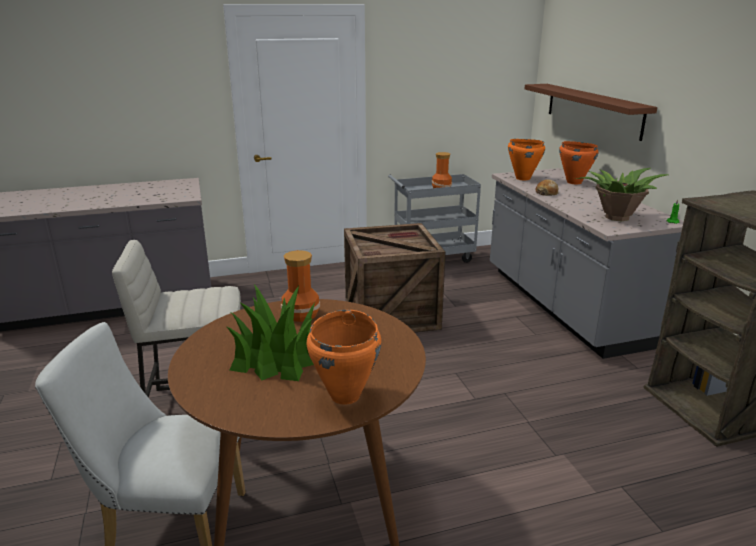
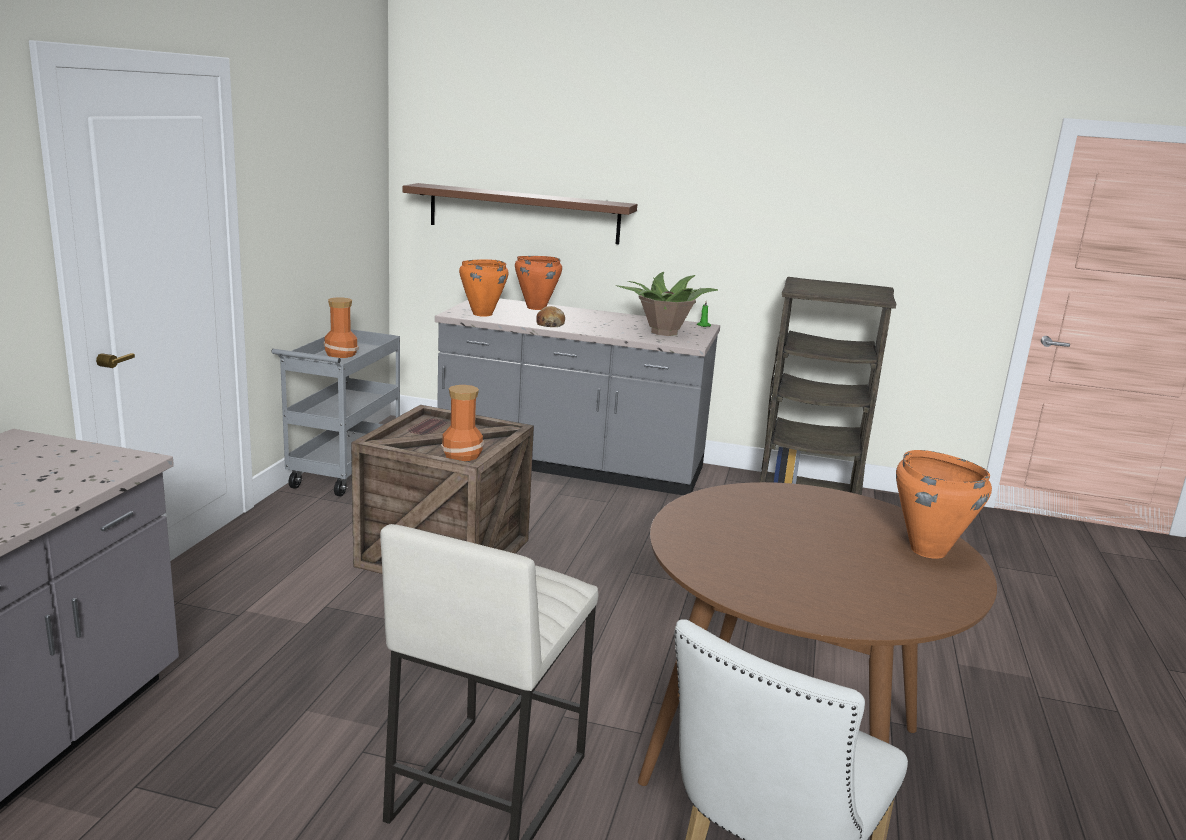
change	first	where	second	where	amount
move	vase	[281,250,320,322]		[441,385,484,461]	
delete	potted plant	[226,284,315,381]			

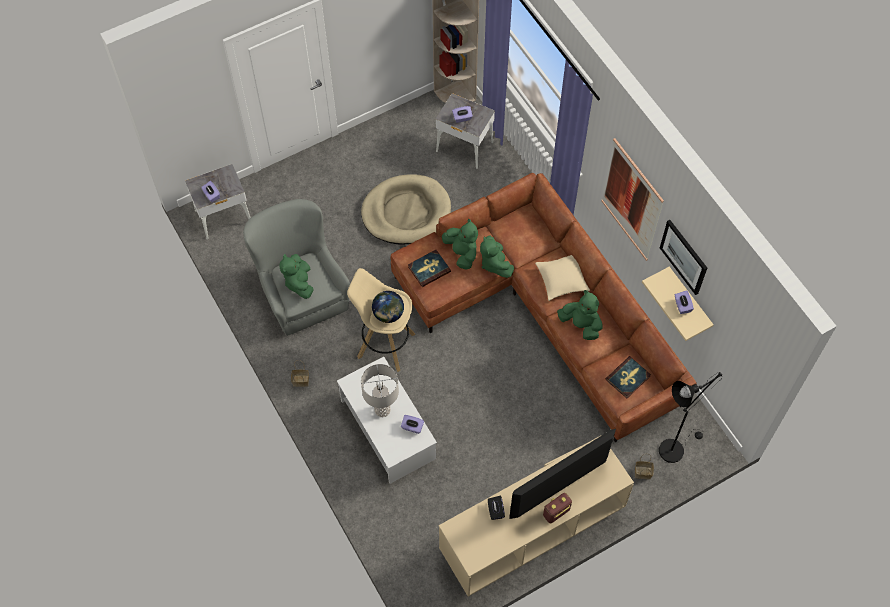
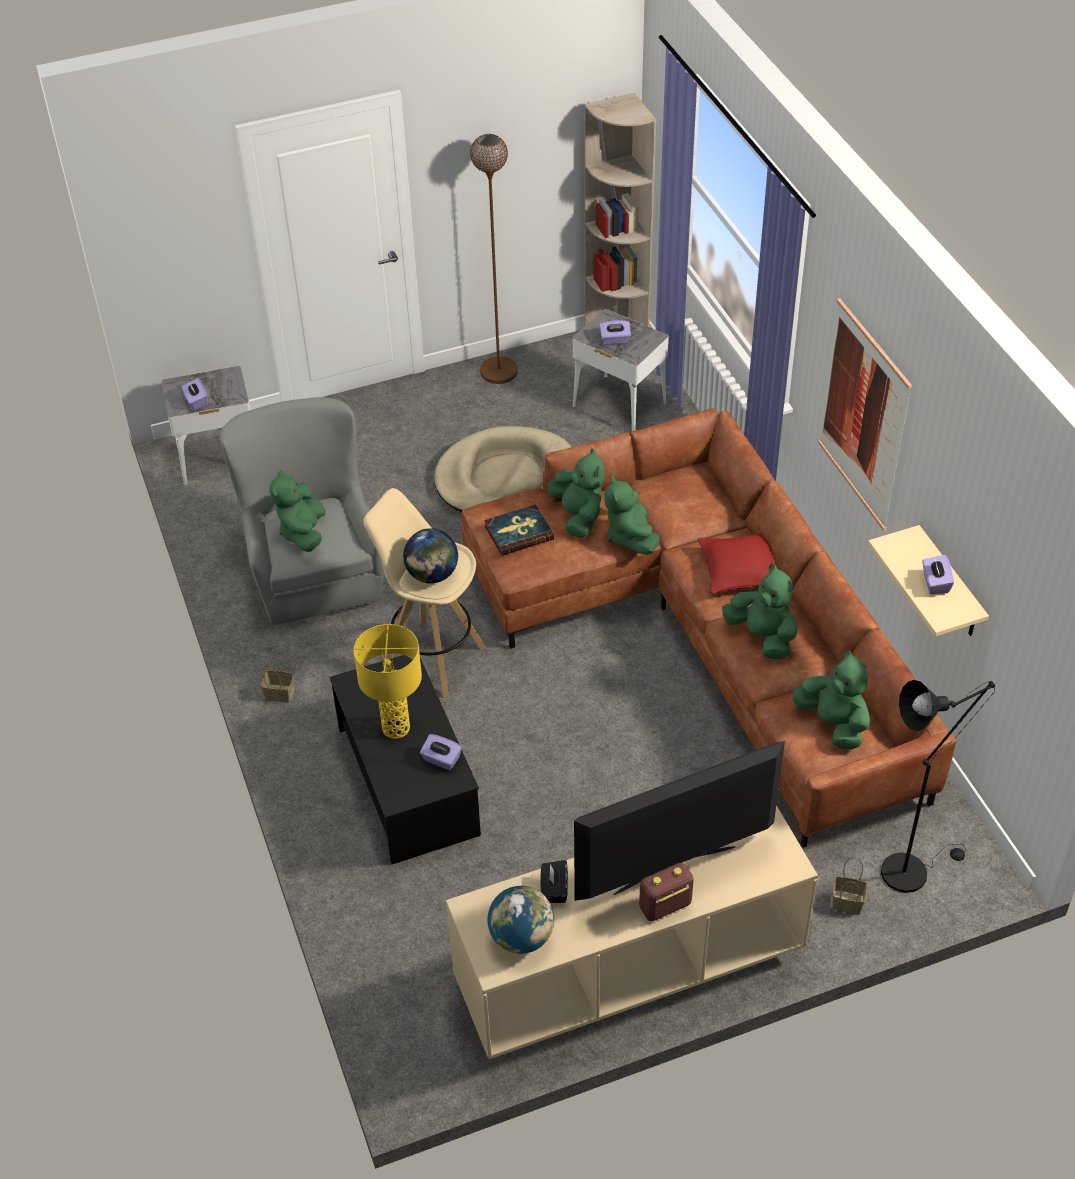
change	first	where	second	where	amount
recolor	white coffee table	[337,357,437,484]	black coffee table	[330,655,481,864]	
recolor	white table lamp	[361,364,399,417]	yellow table lamp	[354,624,422,739]	
insert			brown floor lamp	[470,134,518,384]	
insert			globe	[487,886,554,954]	
recolor	beige pillow	[535,255,590,301]	red pillow	[698,533,777,594]	
replace	book	[605,356,651,398]	green plush toy	[793,650,870,750]	
delete	picture	[660,220,707,295]			

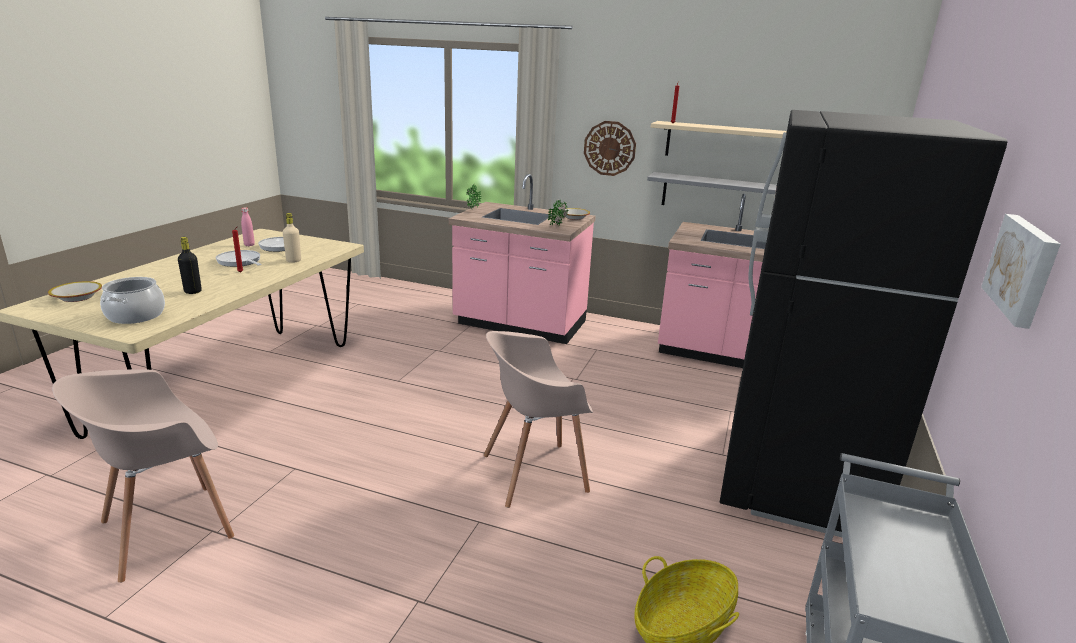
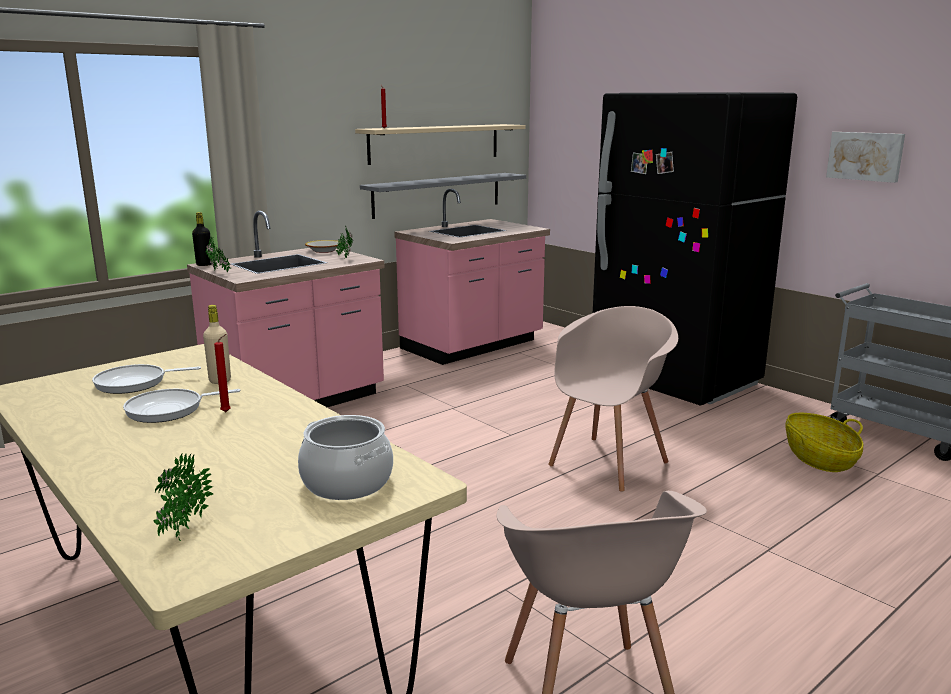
change	first	where	second	where	amount
replace	bowl	[48,281,102,302]	potted plant	[154,453,213,541]	
move	black bottle	[178,237,202,294]		[192,212,212,266]	
rotate	beige chair	[484,331,593,508]		[548,306,678,492]	150 degrees counterclockwise
delete	pink bottle	[241,207,255,246]			
delete	wall clock	[584,121,636,176]			

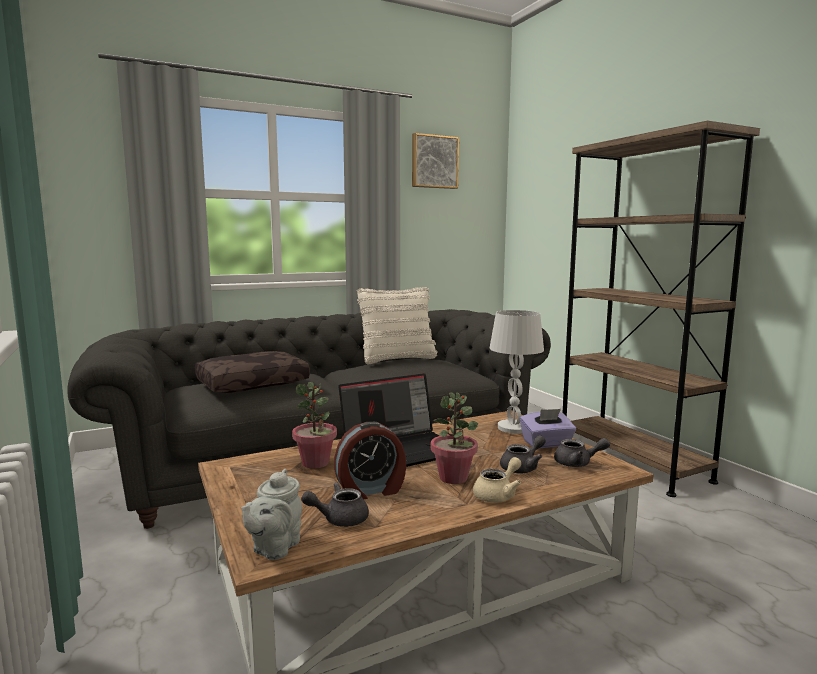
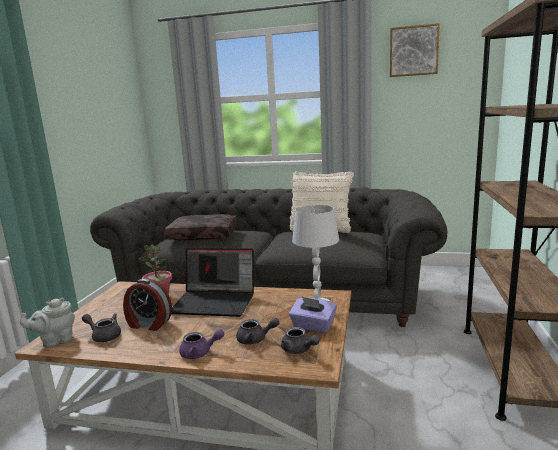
change	first	where	second	where	amount
recolor	beige teapot	[473,457,521,503]	purple teapot	[179,329,224,359]	
delete	potted plant	[431,392,478,484]			

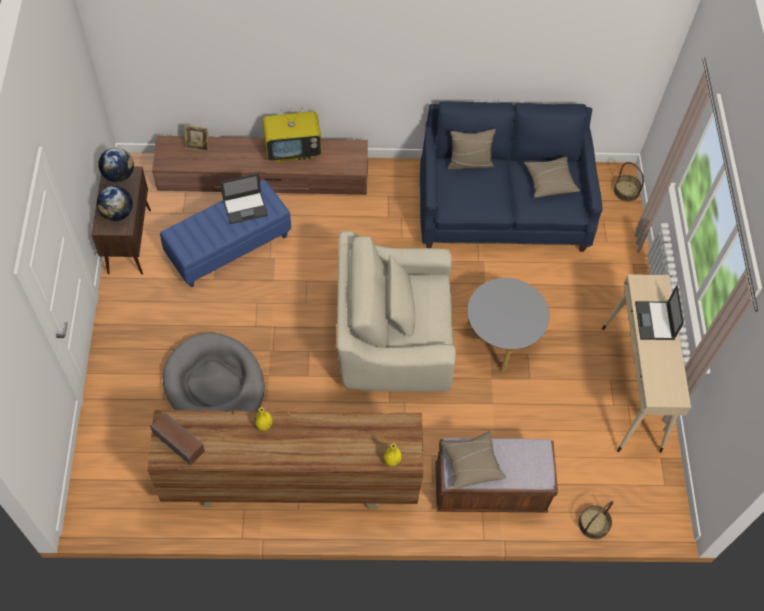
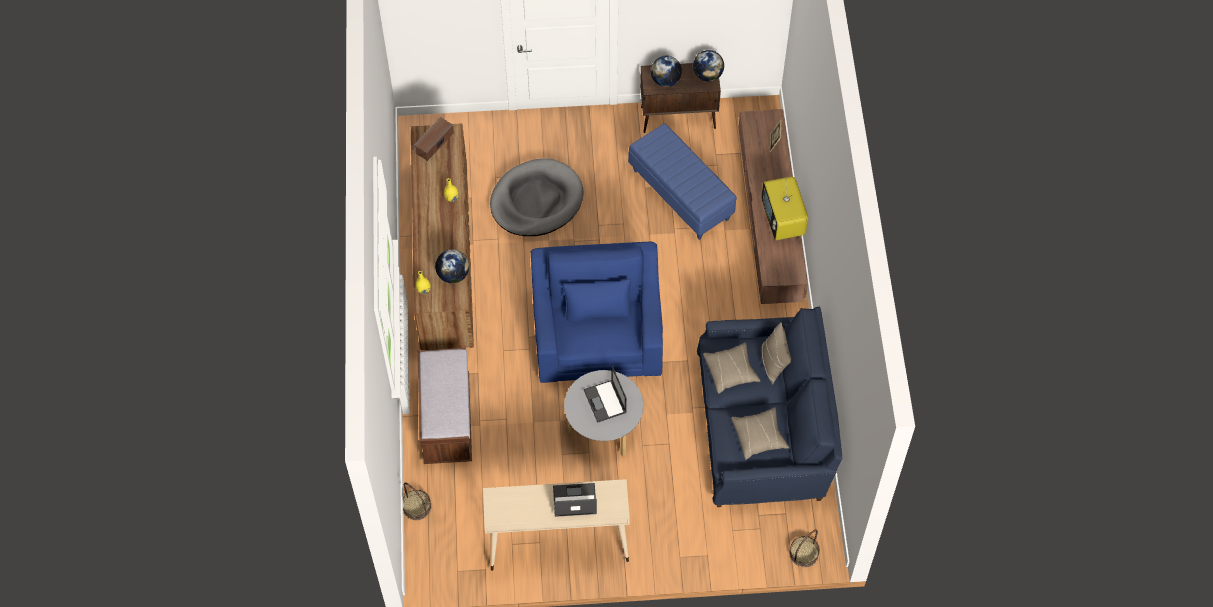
change	first	where	second	where	amount
insert			globe	[435,249,469,283]	
recolor	beige armchair	[337,231,456,392]	blue armchair	[531,242,663,383]	
move	laptop	[220,173,268,224]		[584,366,627,423]	
move	beige pillow	[441,431,506,489]		[703,343,761,394]	

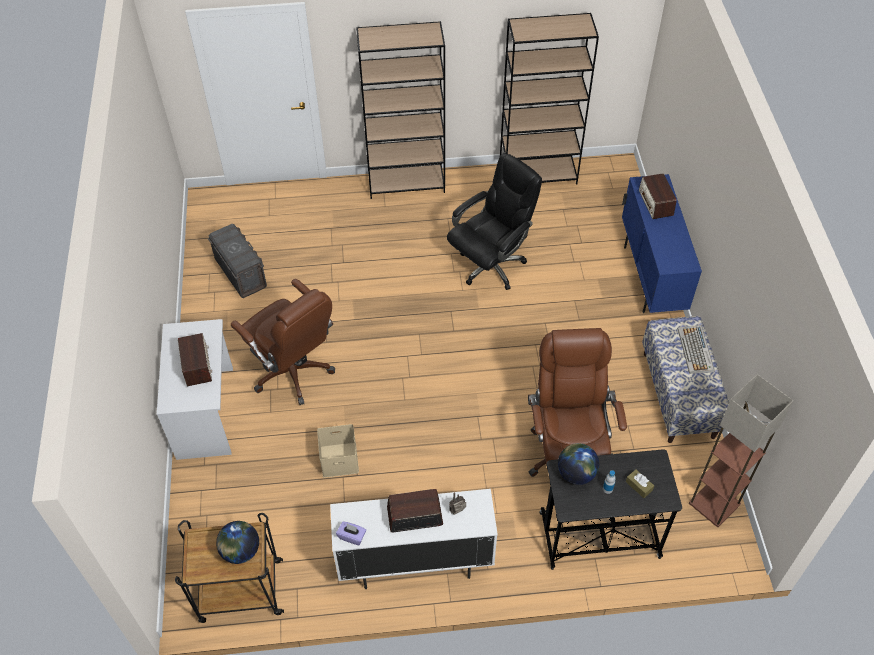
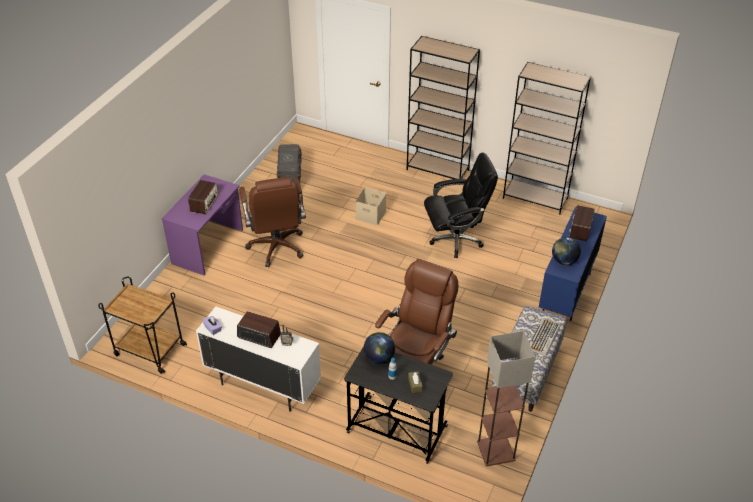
change	first	where	second	where	amount
recolor	white desk	[157,319,233,460]	purple desk	[161,174,243,276]	
move	beige storage box	[317,424,359,478]		[355,187,386,225]	
move	globe	[216,521,259,564]		[552,237,581,265]	

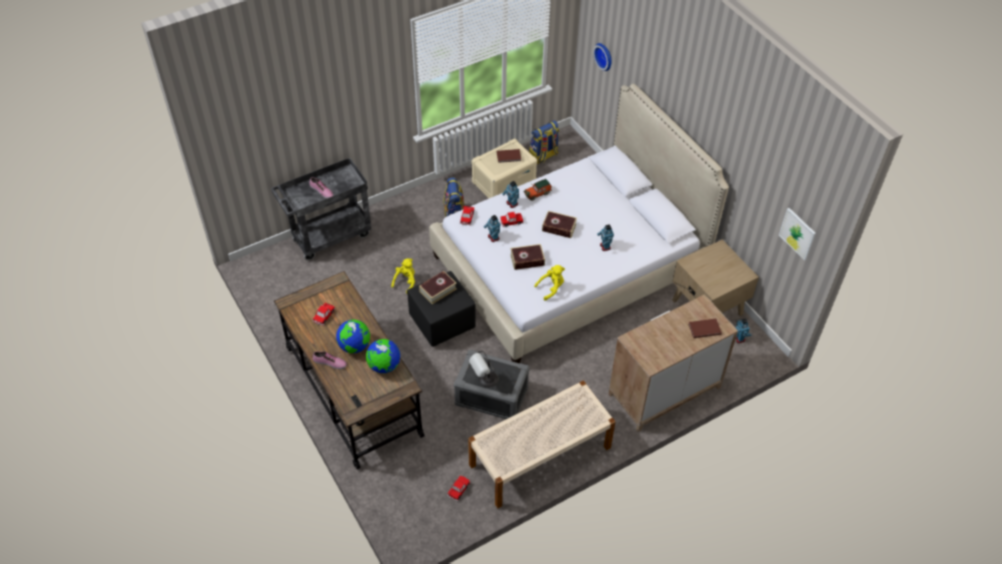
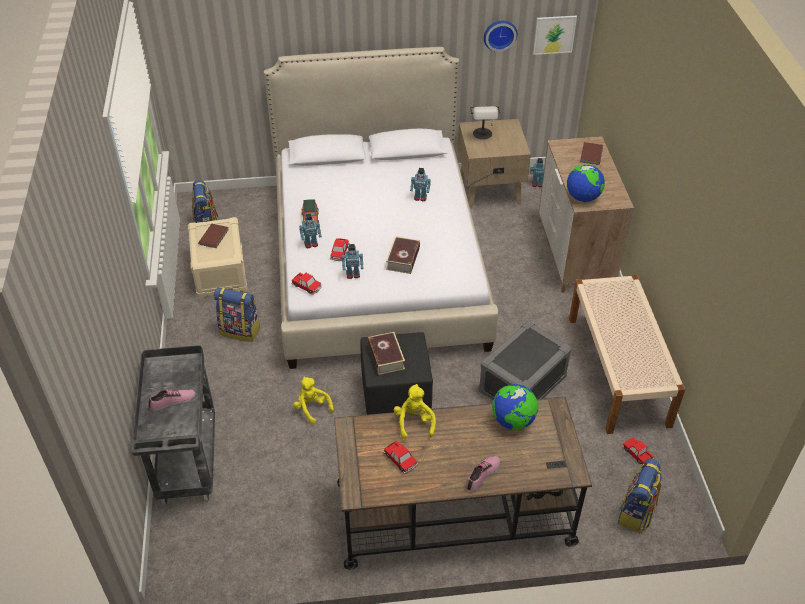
change	first	where	second	where	amount
move	yellow plush toy	[534,265,565,301]		[394,384,436,439]	
move	table lamp	[469,351,498,387]		[470,106,500,139]	
move	wall clock	[593,43,612,71]		[484,20,518,52]	
move	globe	[336,320,370,353]		[567,164,605,202]	
insert			backpack	[618,458,662,533]	
delete	book	[542,211,577,238]			

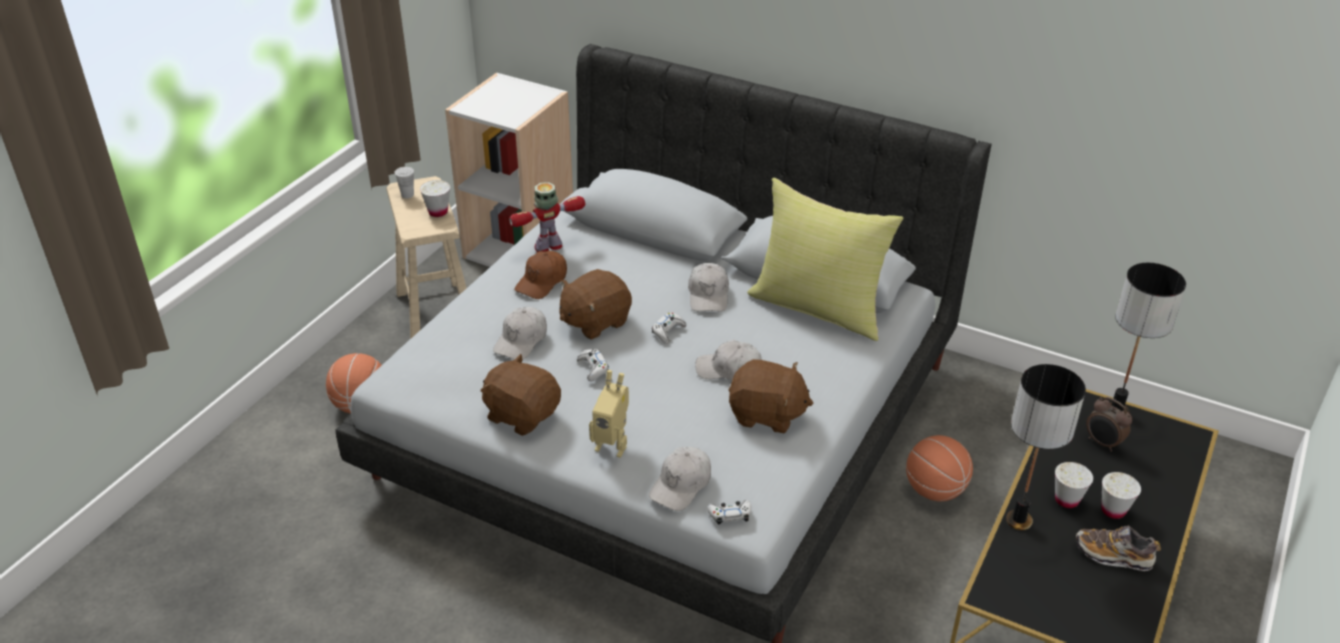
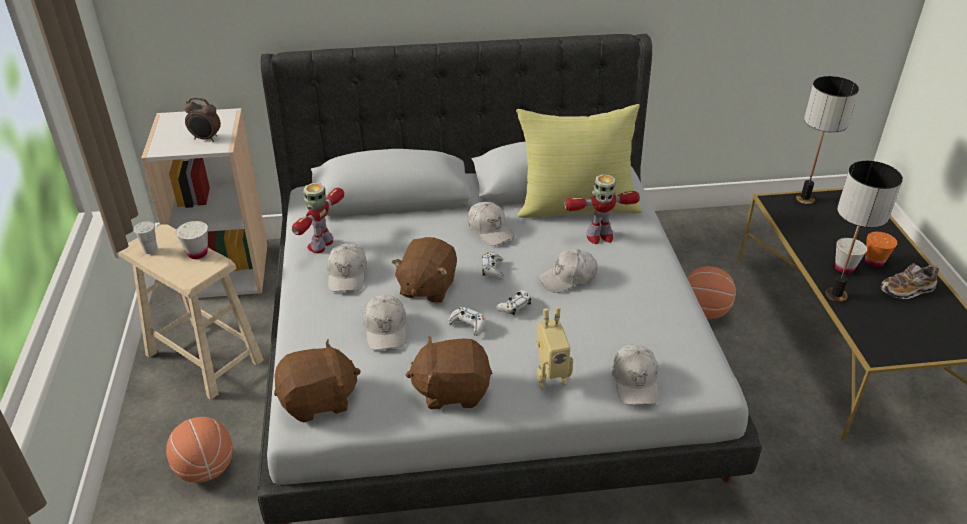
change	first	where	second	where	amount
move	alarm clock	[1086,397,1132,452]		[184,97,221,142]	
move	brown plush toy	[729,359,813,433]		[274,340,361,422]	
recolor	brown cap	[515,251,567,299]	white cap	[327,243,367,292]	
move	white game controller	[707,500,751,525]		[496,290,531,315]	
insert			toy robot	[564,174,640,244]	
recolor	white cup	[1101,472,1141,519]	orange cup	[865,232,897,267]	

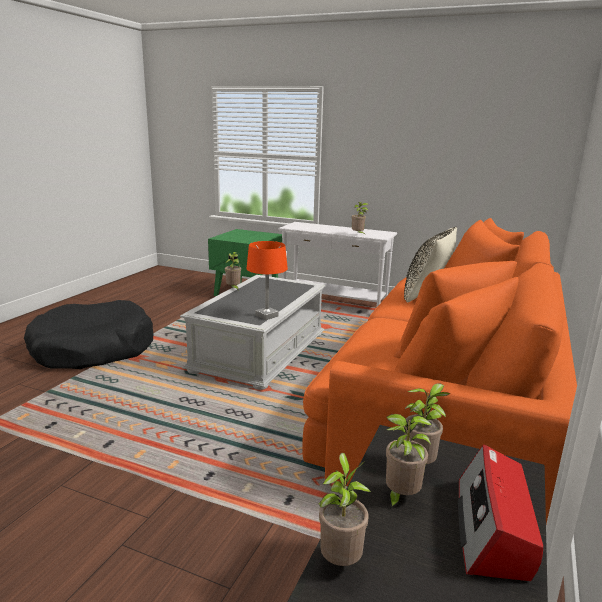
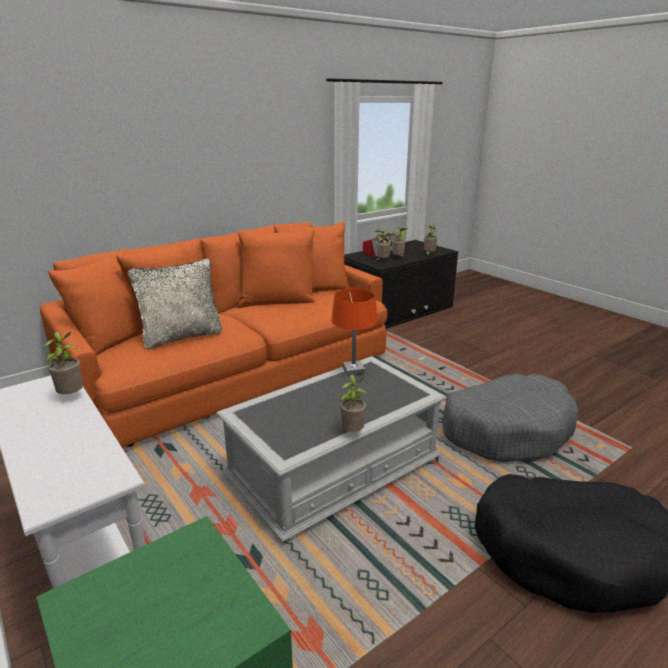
change	first	where	second	where	amount
insert			grey dog bed	[443,374,579,462]	

